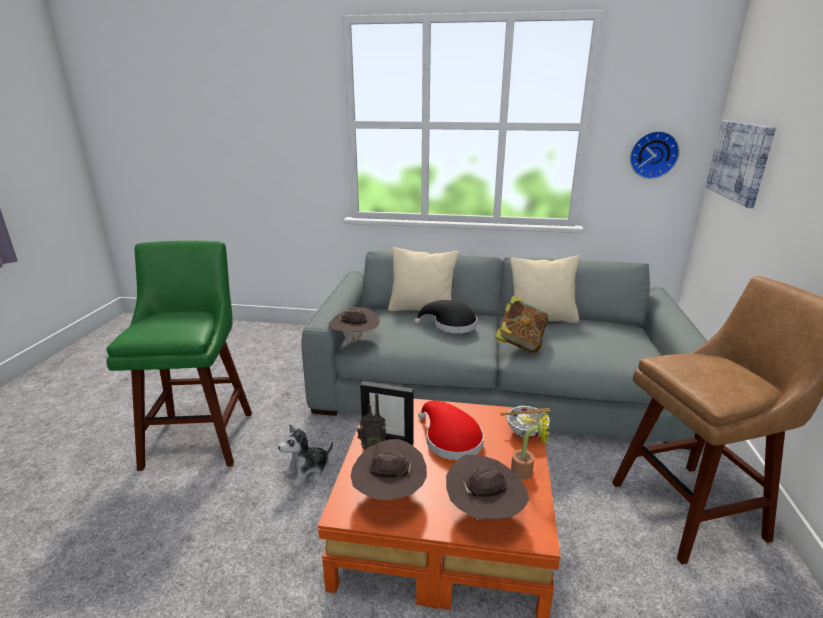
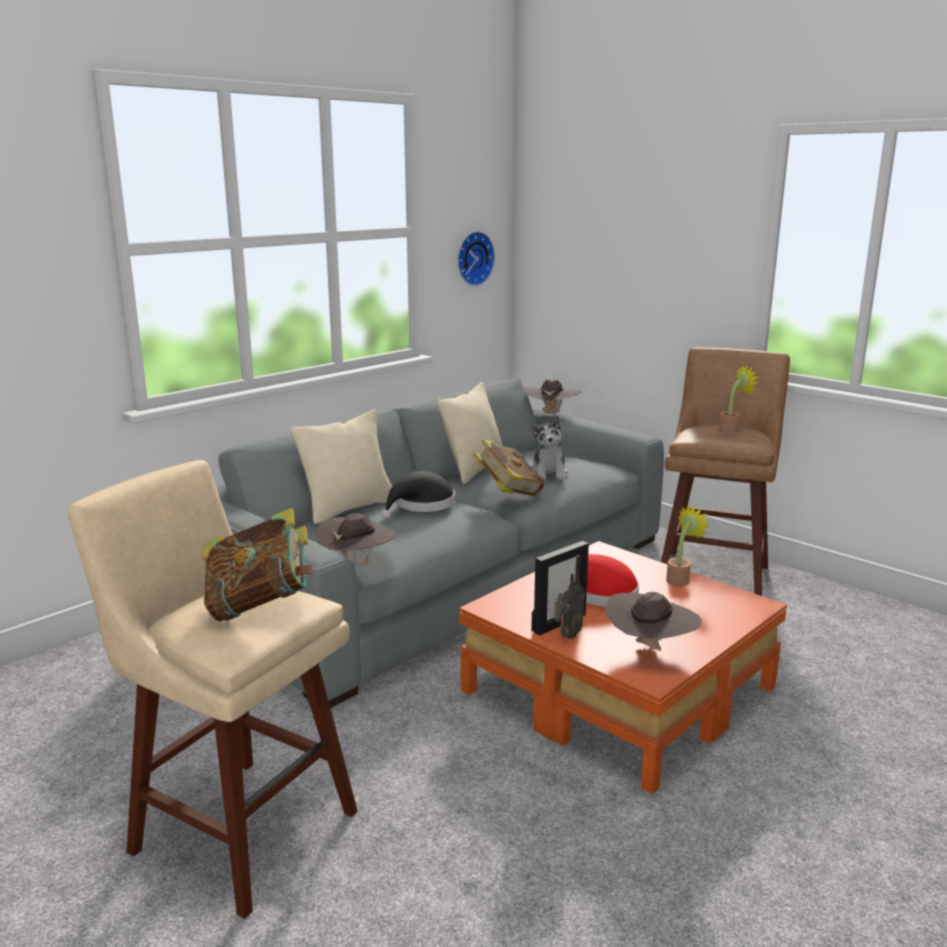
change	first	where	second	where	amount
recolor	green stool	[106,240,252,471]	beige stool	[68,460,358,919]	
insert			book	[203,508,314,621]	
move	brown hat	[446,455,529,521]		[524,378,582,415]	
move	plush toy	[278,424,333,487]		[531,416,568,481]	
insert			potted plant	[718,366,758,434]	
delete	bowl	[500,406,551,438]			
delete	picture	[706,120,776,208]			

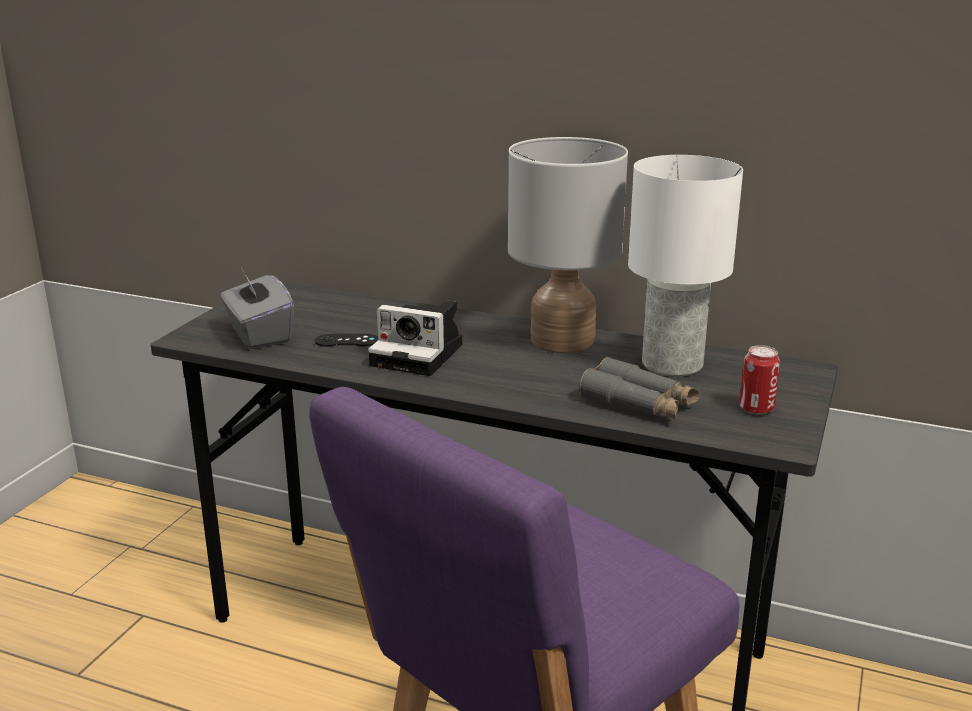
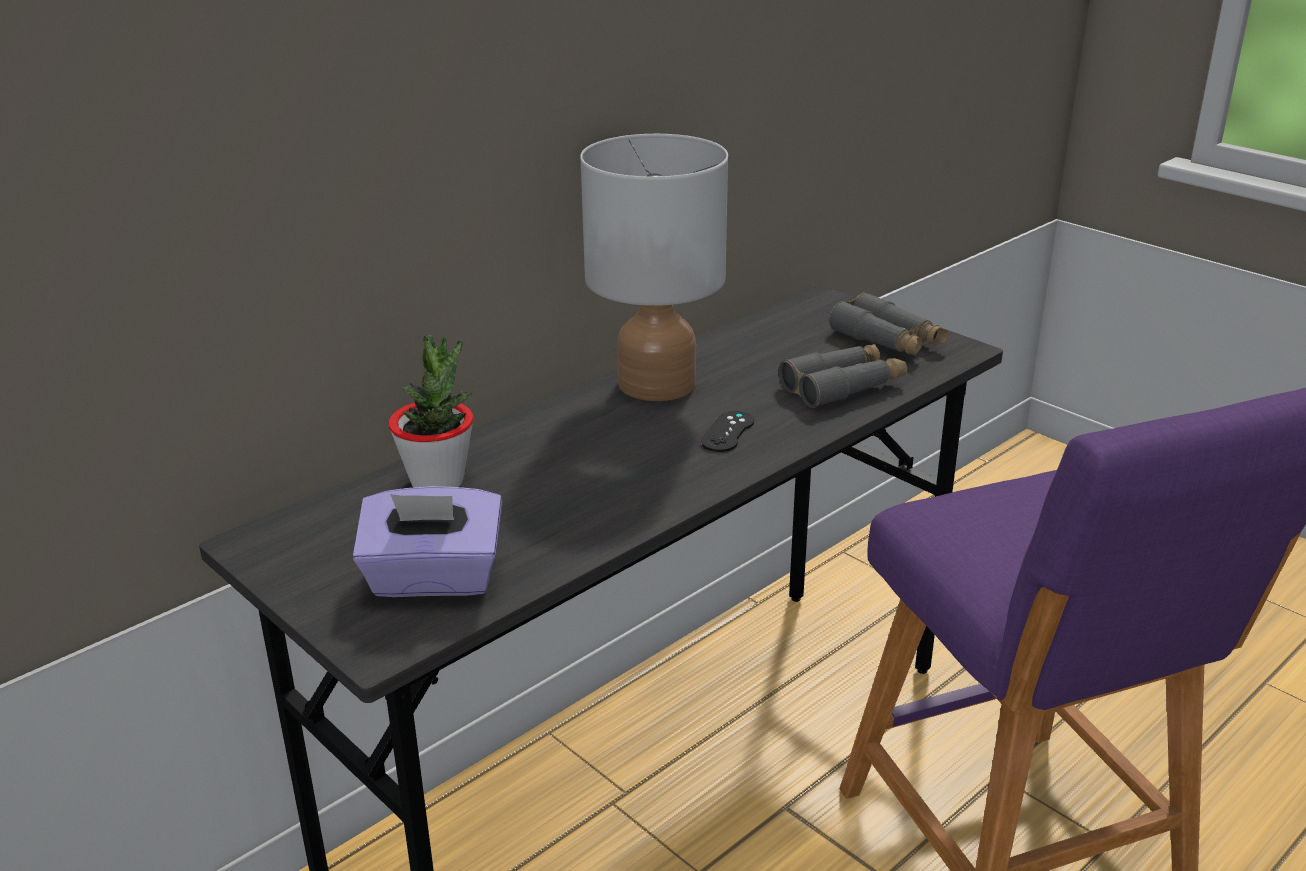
change	first	where	second	where	amount
recolor	grey tissue box	[221,271,294,349]	purple tissue box	[353,486,502,597]	
insert			potted plant	[388,334,474,488]	
move	black game controller	[315,334,378,347]		[700,411,754,452]	
replace	can	[739,345,780,415]	grey binoculars	[829,292,949,356]	
delete	photo camera	[368,301,463,376]			
delete	white table lamp	[628,155,743,377]			

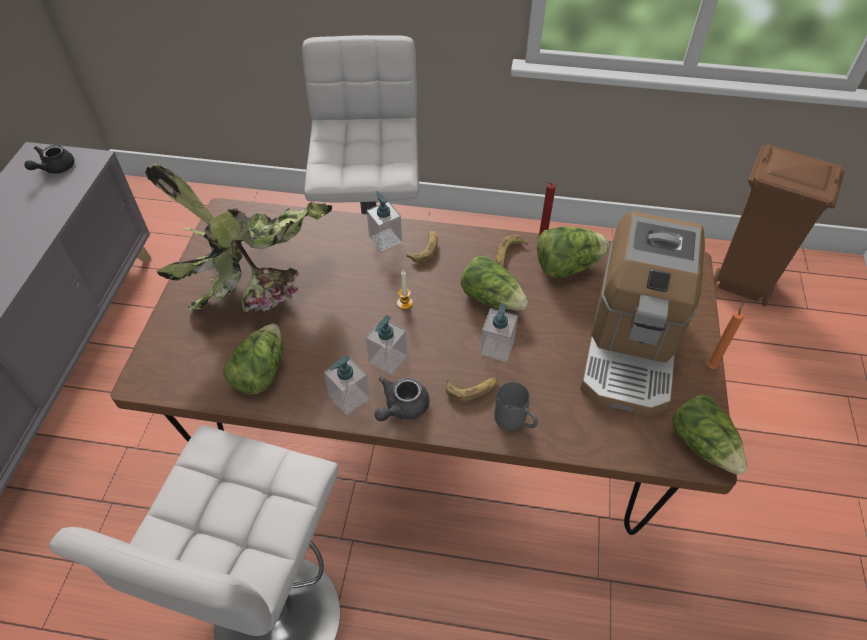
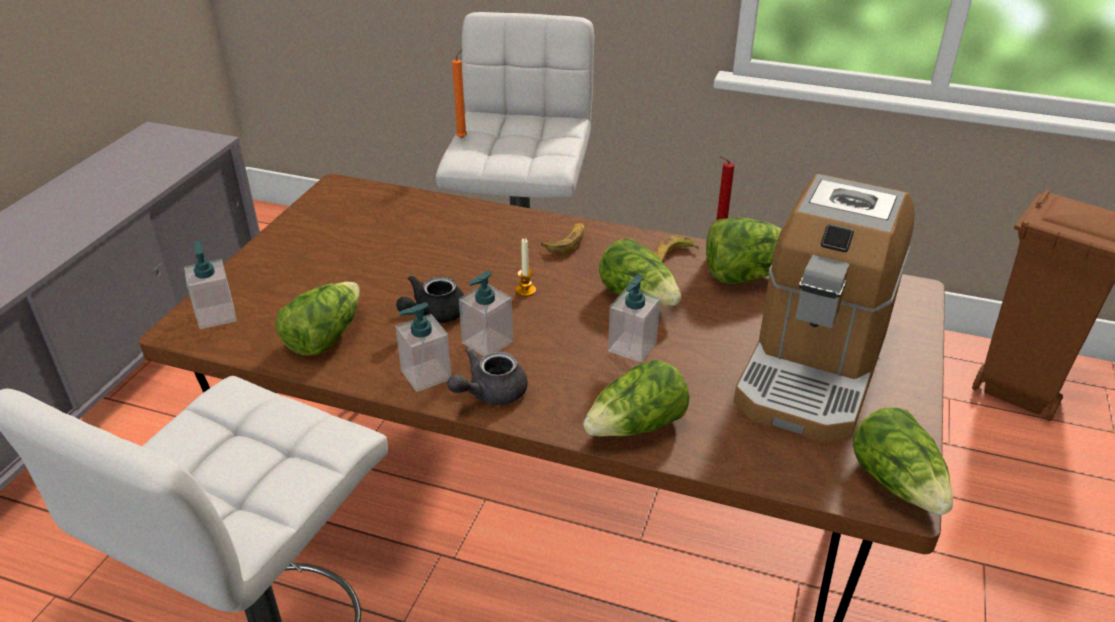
change	first	where	second	where	amount
move	soap dispenser	[366,191,402,252]		[184,240,237,329]	
move	black teapot	[24,145,75,174]		[396,275,464,323]	
move	orange candle	[707,301,745,369]		[452,49,467,138]	
replace	grey mug	[495,382,538,431]	lettuce	[583,360,690,437]	
delete	potted plant	[145,163,332,312]			
delete	banana	[446,377,498,402]			

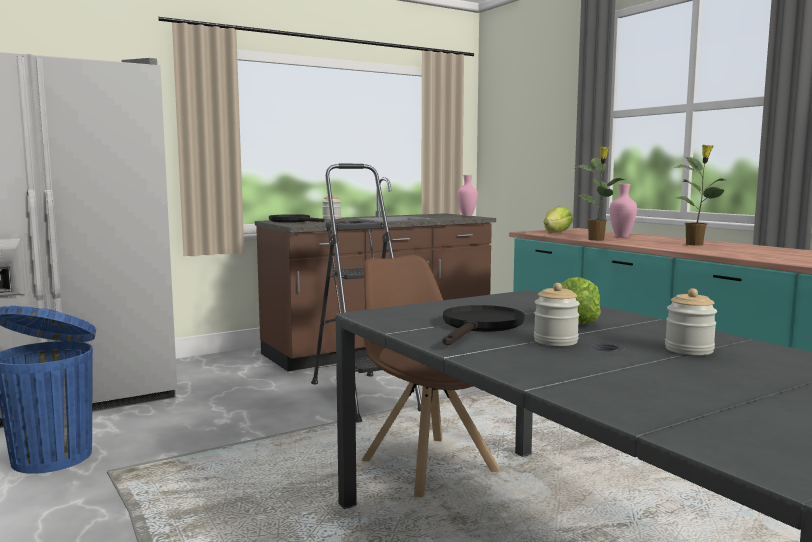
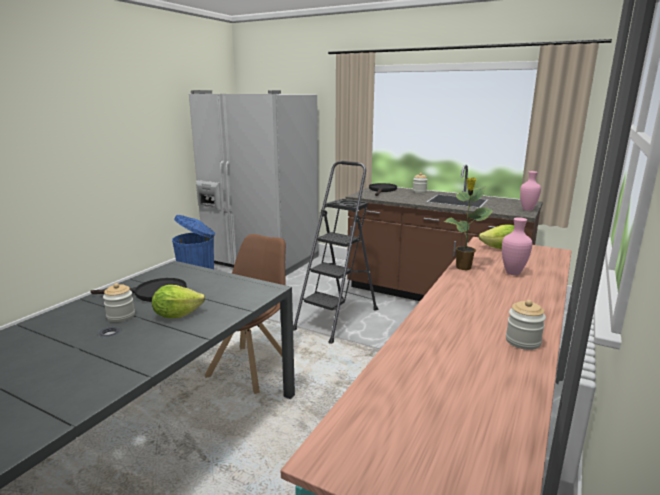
change	first	where	second	where	amount
move	jar	[665,288,717,355]		[506,300,546,350]	
delete	potted plant	[675,145,725,246]			

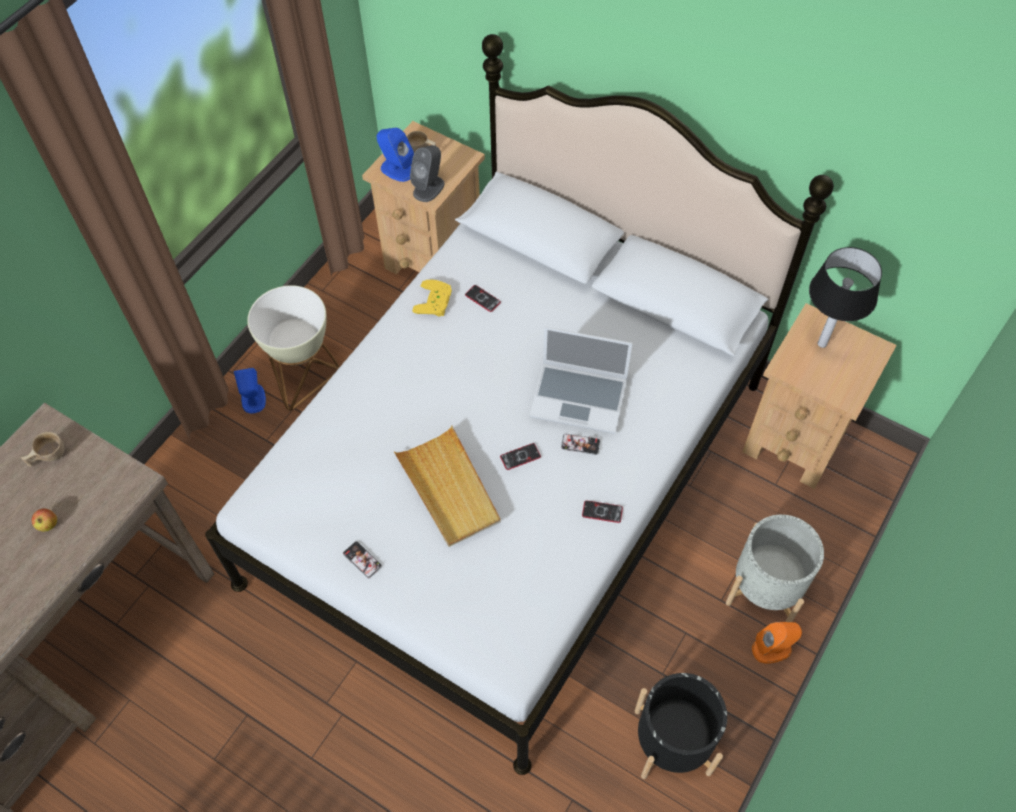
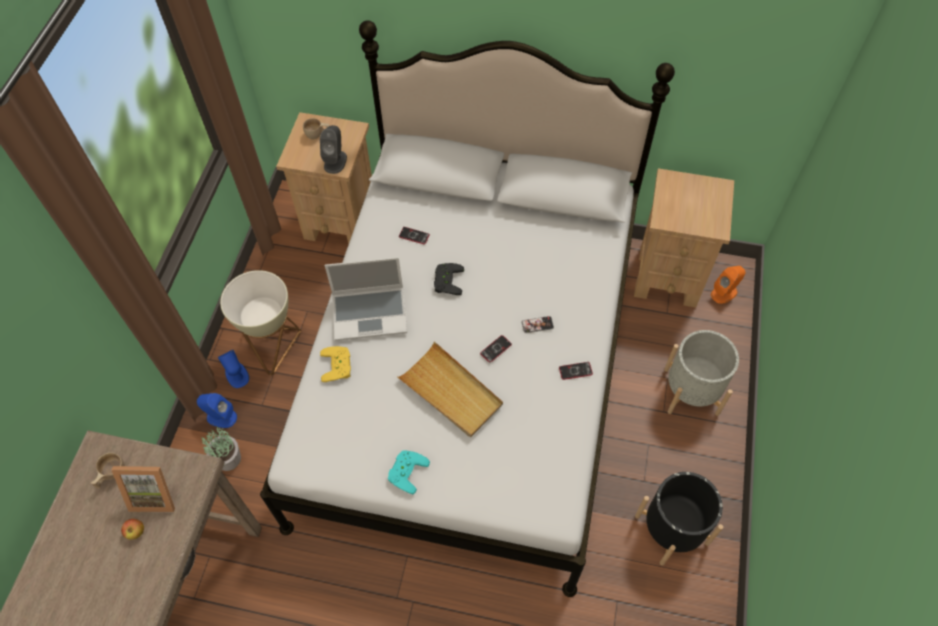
change	first	where	second	where	amount
insert			picture frame	[111,466,175,513]	
move	blue speaker	[377,128,414,182]		[197,393,237,428]	
insert			potted plant	[202,426,241,471]	
move	yellow game controller	[412,280,452,317]		[320,346,351,382]	
move	laptop	[530,327,632,434]		[325,257,407,341]	
replace	phone	[343,541,382,578]	turquoise game controller	[388,450,430,494]	
insert			black game controller	[434,263,464,295]	
move	orange speaker	[752,622,802,664]		[711,266,745,304]	
delete	table lamp	[809,247,882,348]			

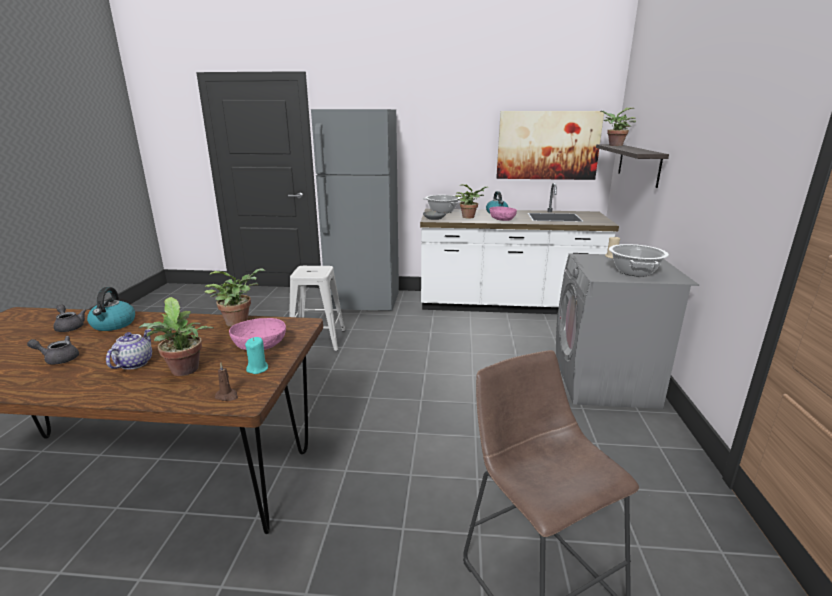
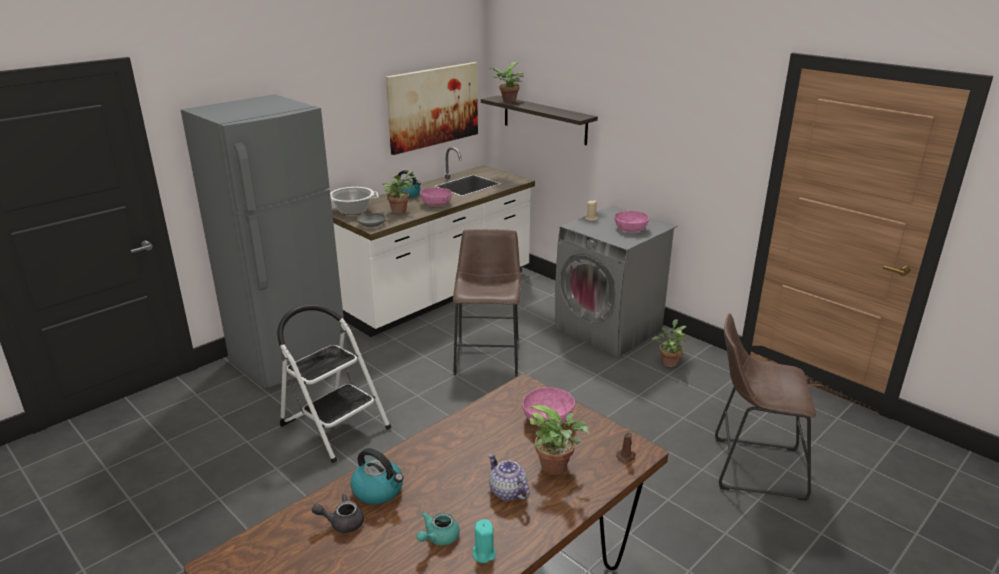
change	first	where	second	where	amount
replace	white stool	[289,266,346,351]	step ladder	[277,305,391,463]	
recolor	grey teapot	[27,336,79,365]	turquoise teapot	[417,512,460,545]	
insert			brown stool	[453,229,521,377]	
move	turquoise candle	[245,337,268,374]		[472,519,495,563]	
replace	cooking pot	[609,244,669,277]	pink bowl	[614,211,649,232]	
move	potted plant	[204,268,265,327]		[652,319,687,367]	

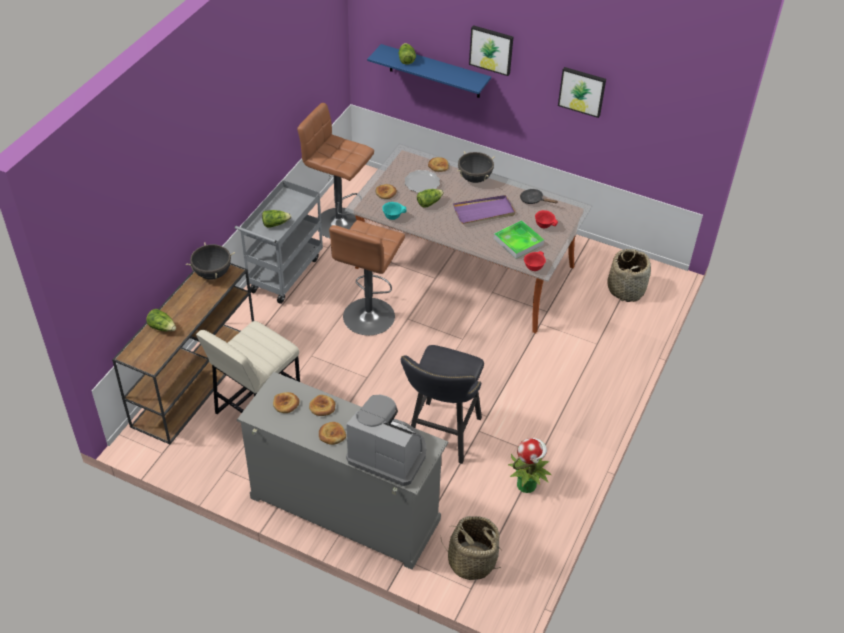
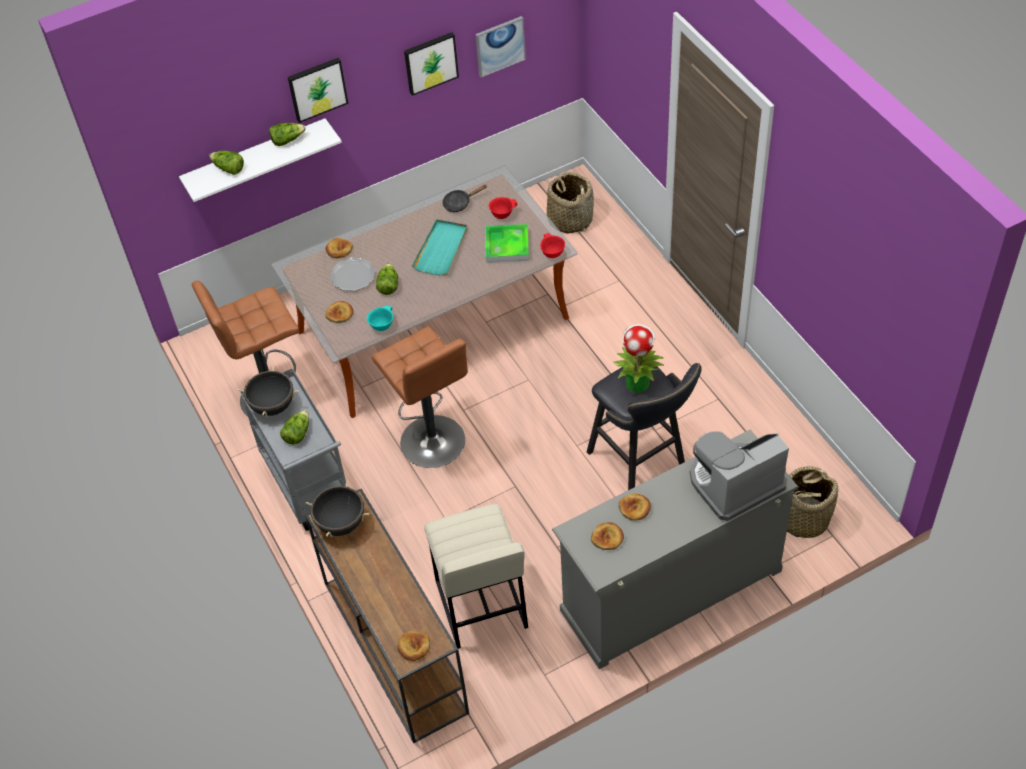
change	first	where	second	where	amount
recolor	blue shelf	[367,44,491,98]	white shelf	[179,118,342,202]	
move	black cooking pot	[457,151,495,183]		[238,366,299,417]	
move	lettuce	[146,309,176,331]		[269,123,306,146]	
move	bread	[319,422,346,445]		[397,631,430,661]	
recolor	purple tray	[453,195,515,224]	turquoise tray	[412,219,467,276]	
insert			picture	[475,16,526,78]	
move	potted plant	[508,438,551,493]		[613,324,664,393]	

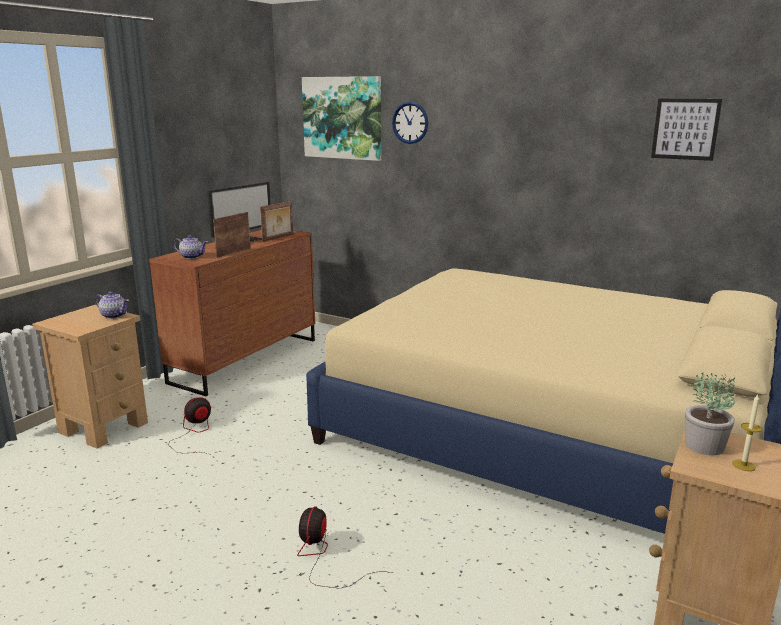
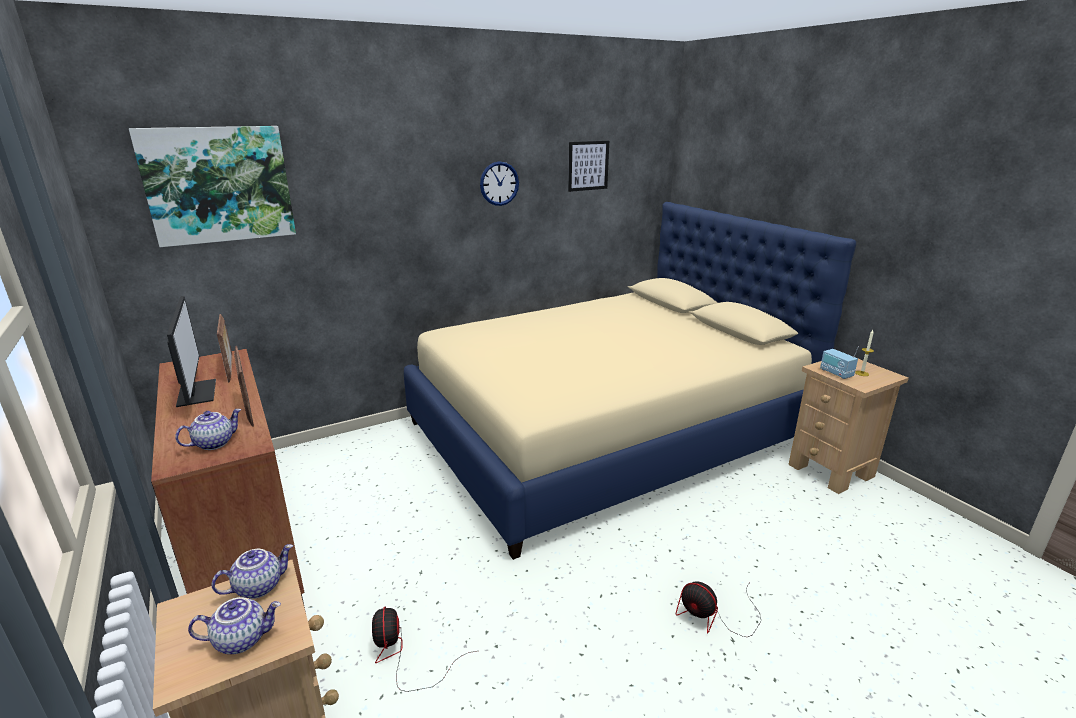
change	first	where	second	where	amount
insert			teapot	[188,597,281,654]	
move	wall clock	[392,102,428,144]		[480,161,519,206]	
replace	potted plant	[685,373,735,455]	radio	[820,346,859,379]	

